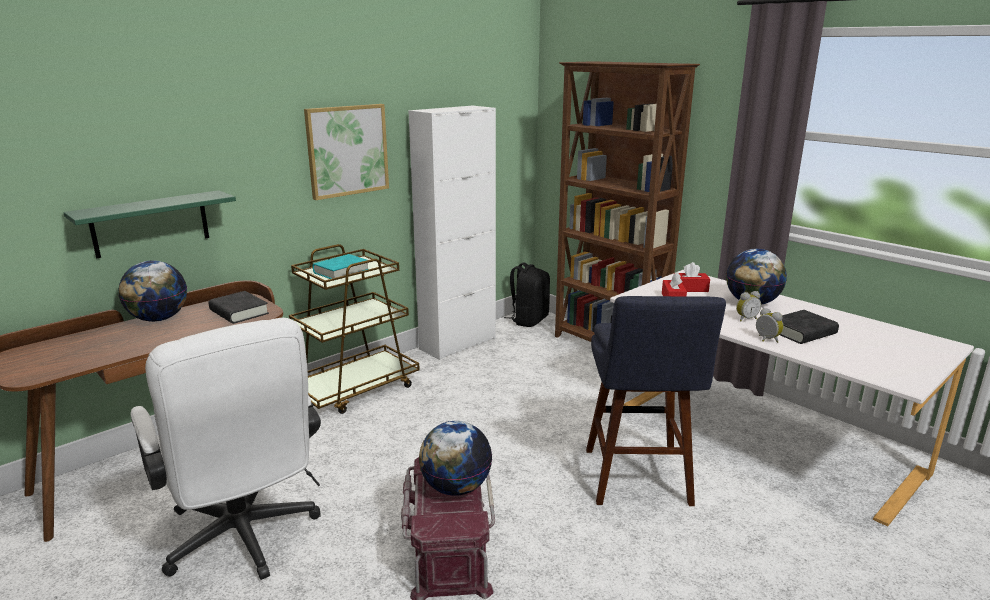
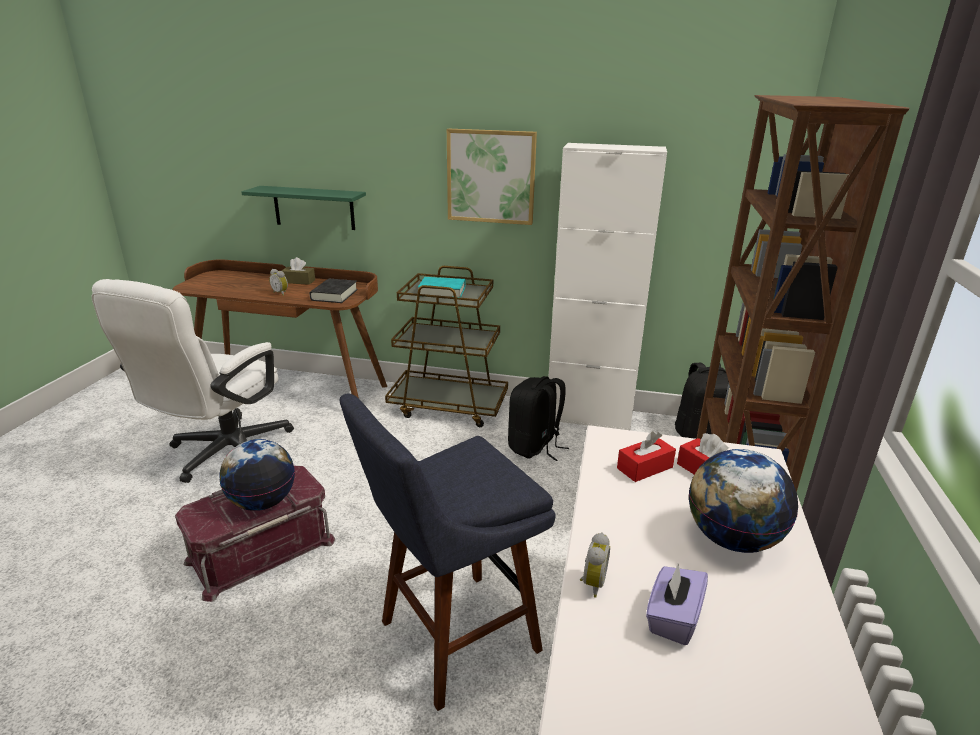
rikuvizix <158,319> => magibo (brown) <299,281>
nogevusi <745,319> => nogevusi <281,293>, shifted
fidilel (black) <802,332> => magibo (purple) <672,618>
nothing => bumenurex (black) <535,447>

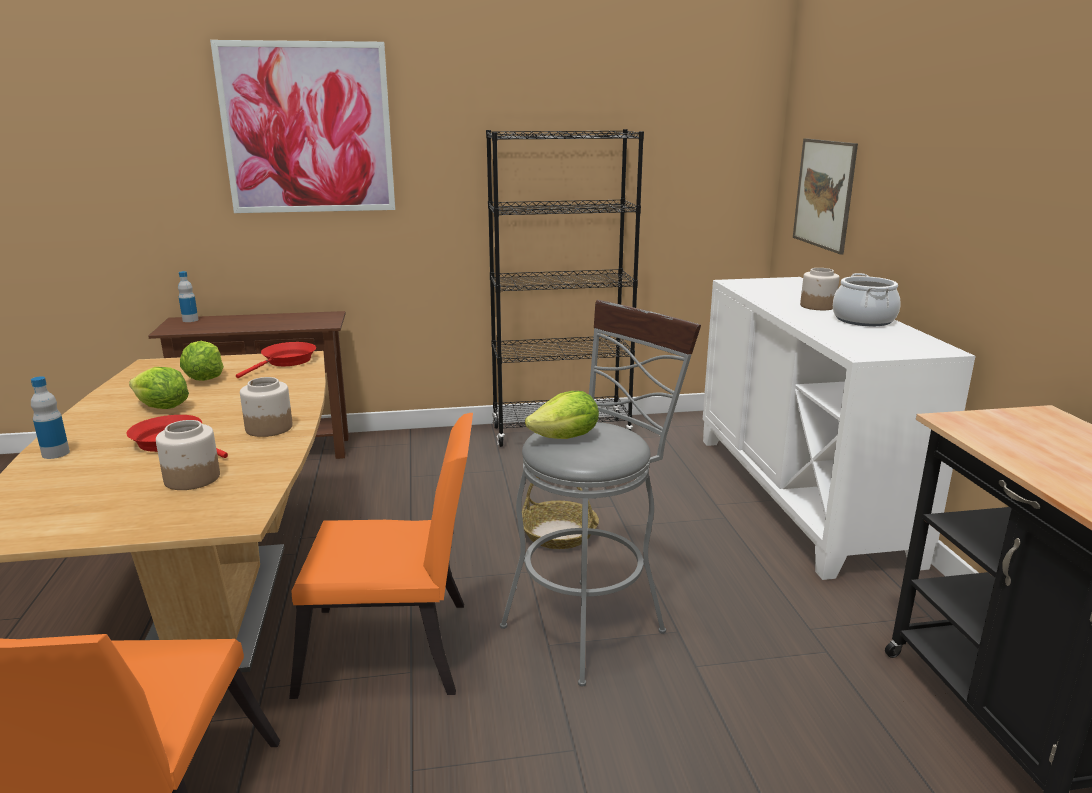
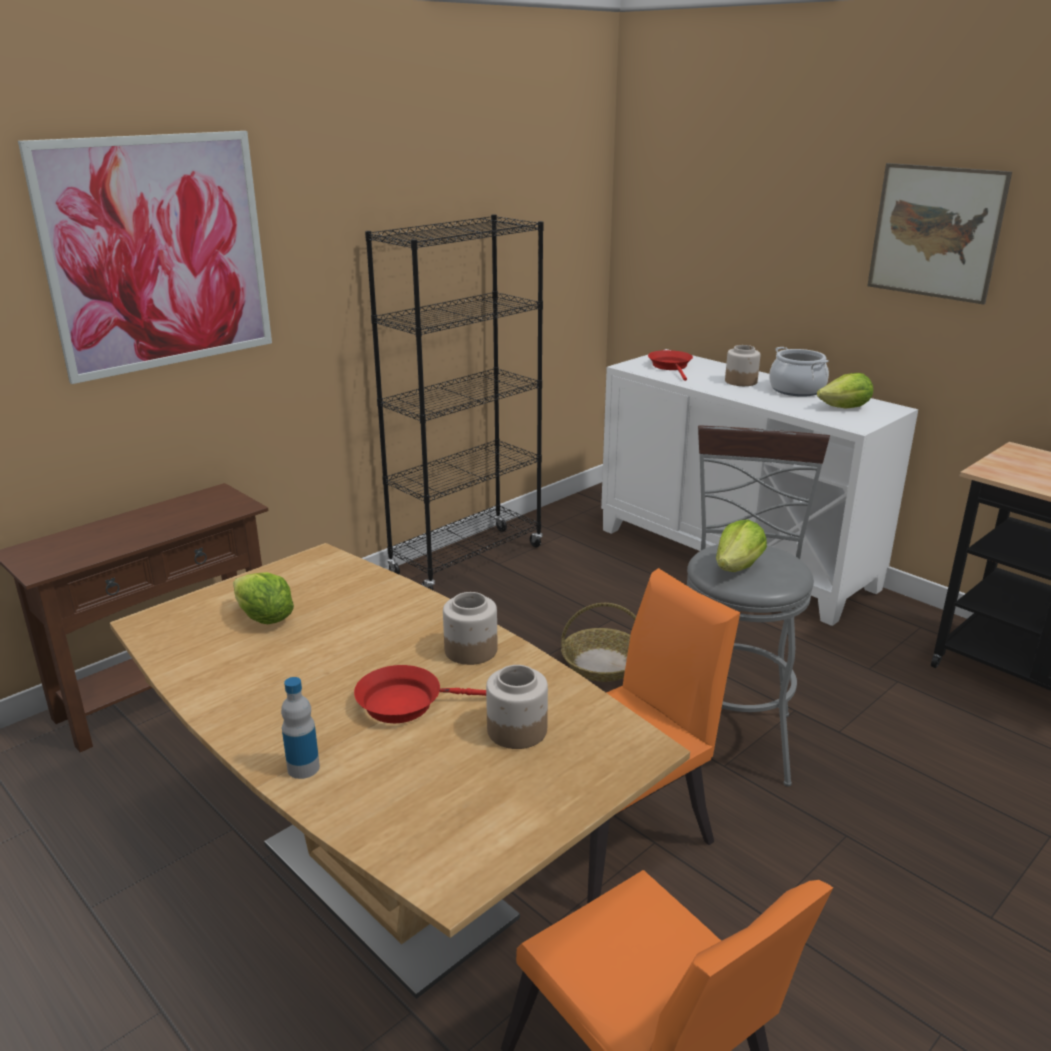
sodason <824,194> => sodason <935,232>, shifted
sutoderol <190,320> => nothing
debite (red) <286,362> => debite (red) <671,367>, shifted
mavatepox <162,408> => mavatepox <845,408>, shifted

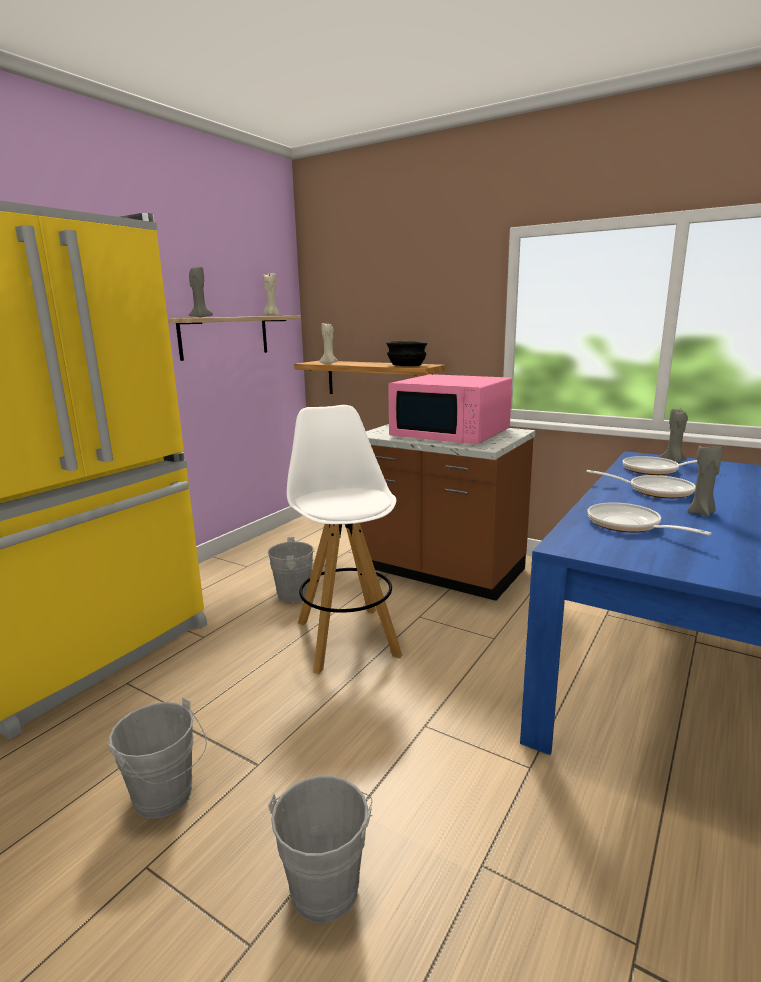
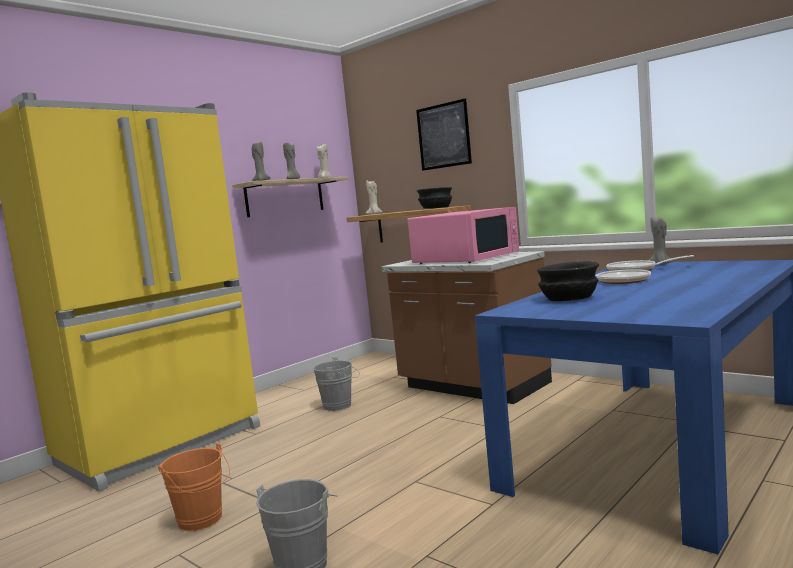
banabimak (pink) <451,434> => banabimak (pink) <467,258>, 90 degrees counterclockwise
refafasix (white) <347,637> => nothing
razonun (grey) <701,513> => razonun (grey) <293,179>, shifted
debite <628,525> => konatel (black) <569,299>
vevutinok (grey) <167,799> => vevutinok (orange) <202,521>
nothing => sodason <443,136>

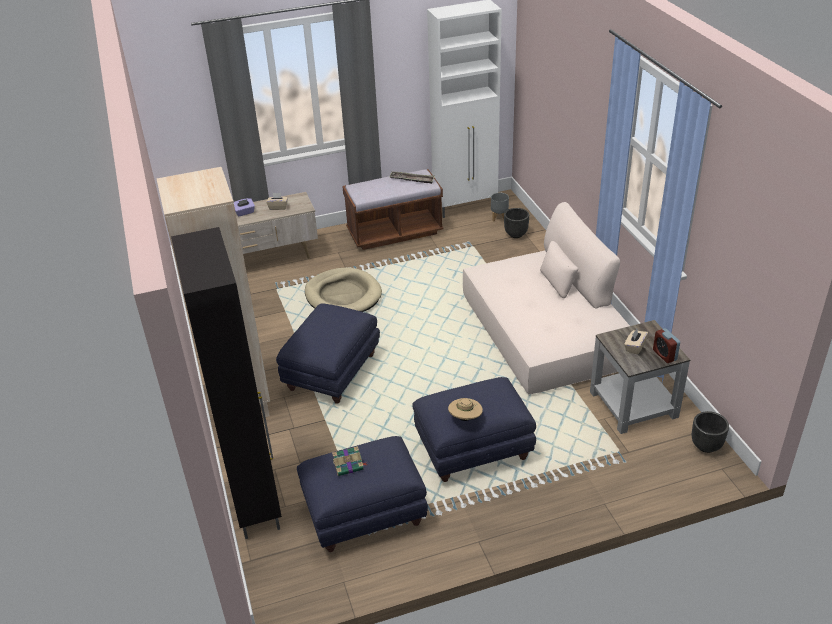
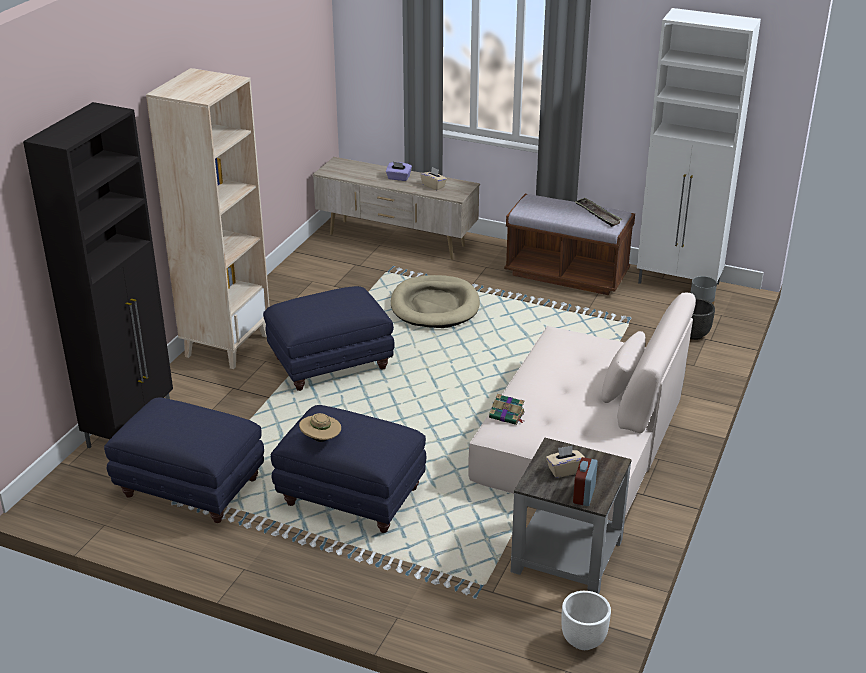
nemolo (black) <706,446> => nemolo (white) <584,641>
fidilel <349,465> => fidilel <507,415>, shifted

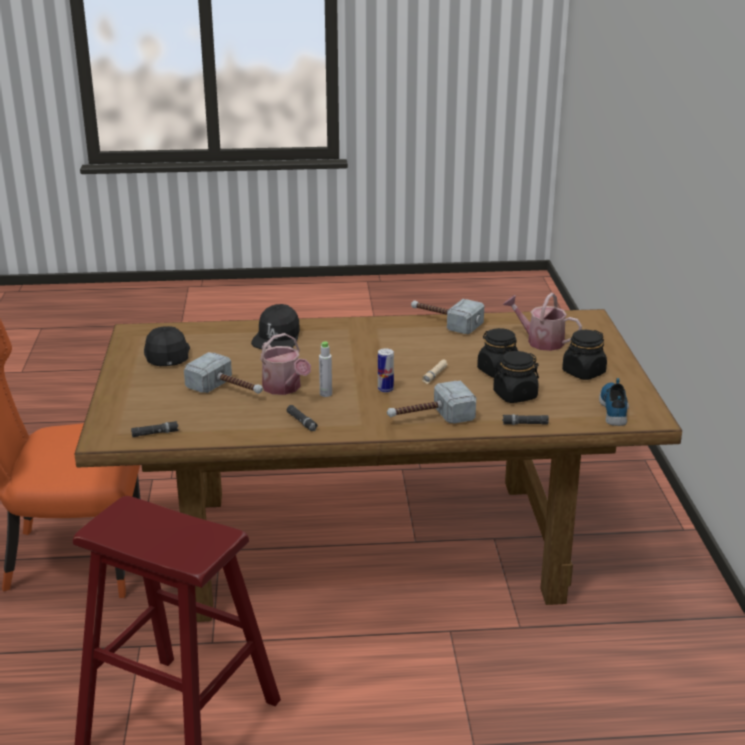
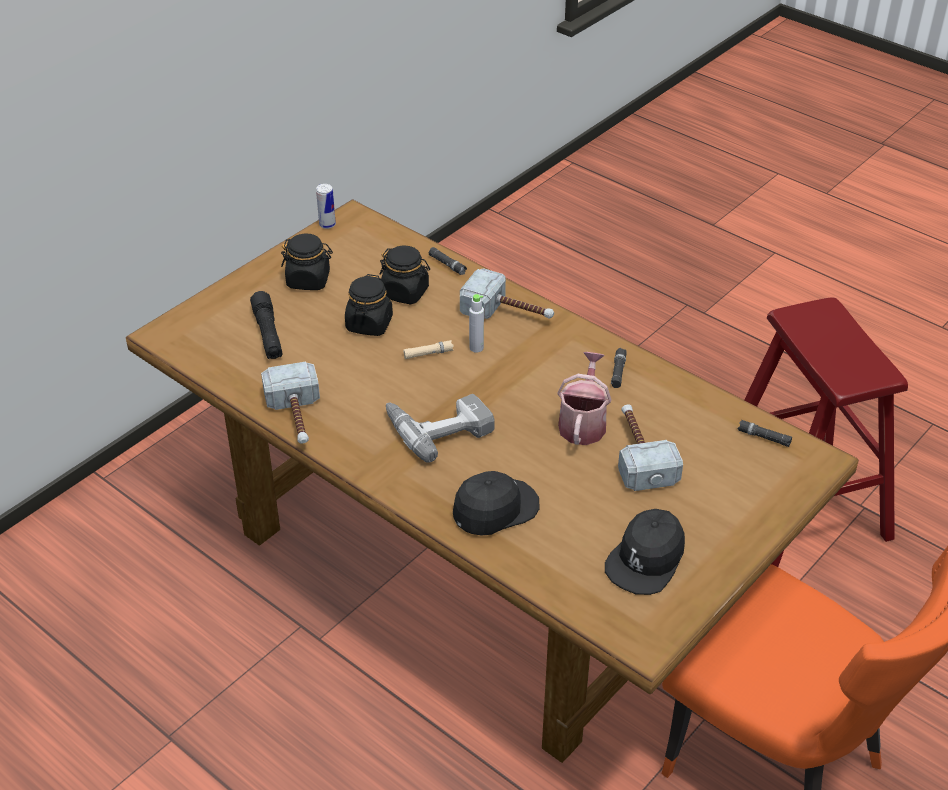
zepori <540,341> => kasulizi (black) <268,334>
sutoderol (grey) <326,394> => sutoderol (grey) <476,348>, shifted
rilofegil <385,389> => rilofegil <327,225>, shifted
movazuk <614,408> => nothing
nothing => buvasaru <438,427>

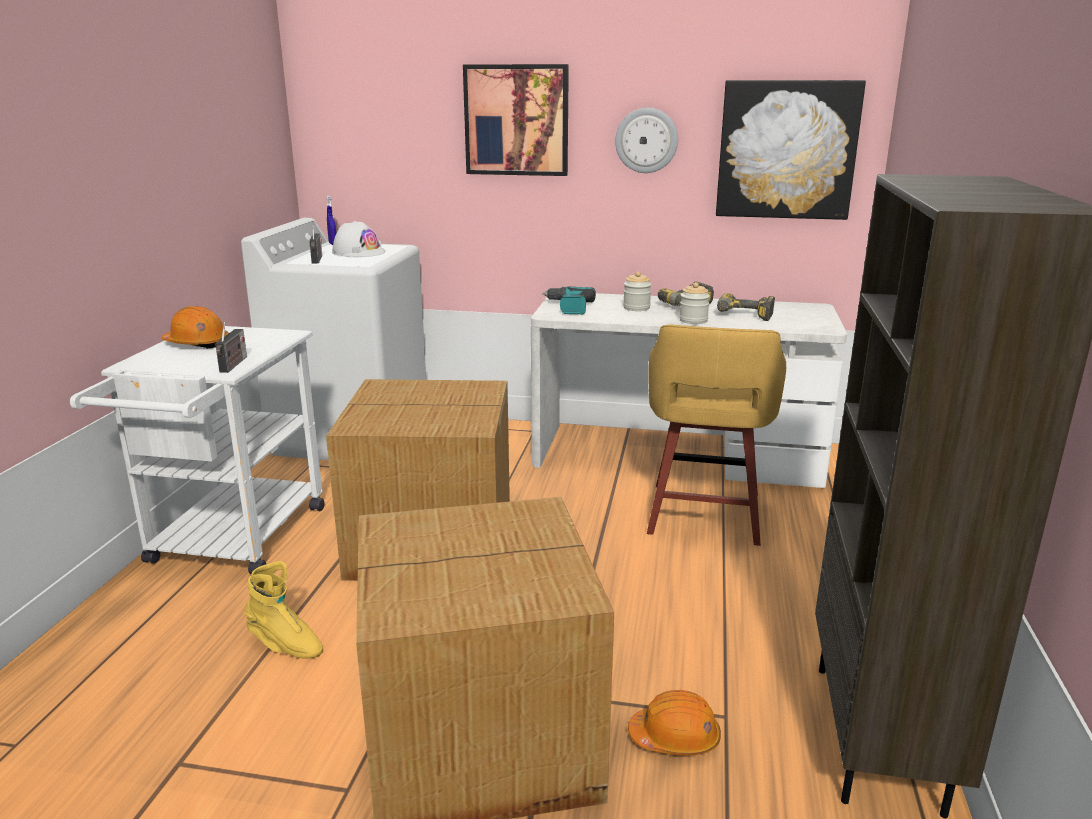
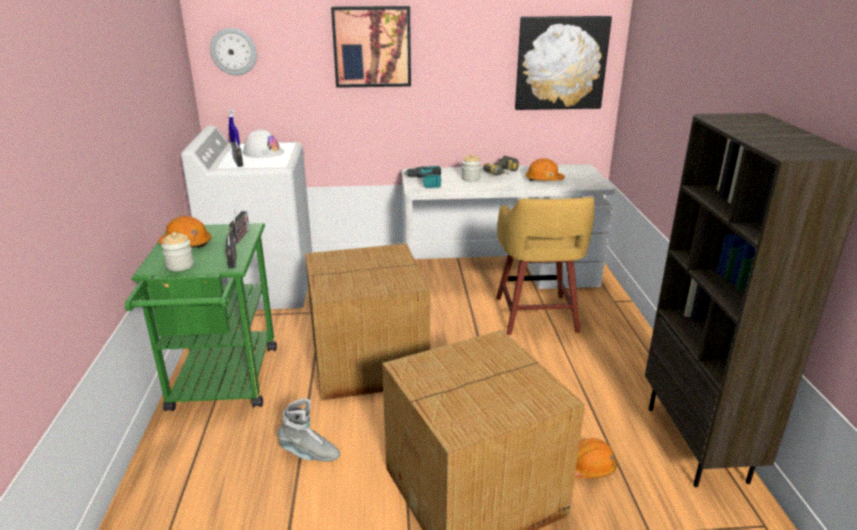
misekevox <646,140> => misekevox <234,51>, shifted
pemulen <693,320> => pemulen <180,265>, shifted
buvasaru <742,316> => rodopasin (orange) <543,180>
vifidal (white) <231,542> => vifidal (green) <222,385>
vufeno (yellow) <285,645> => vufeno (grey) <309,454>
nothing => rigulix <240,237>

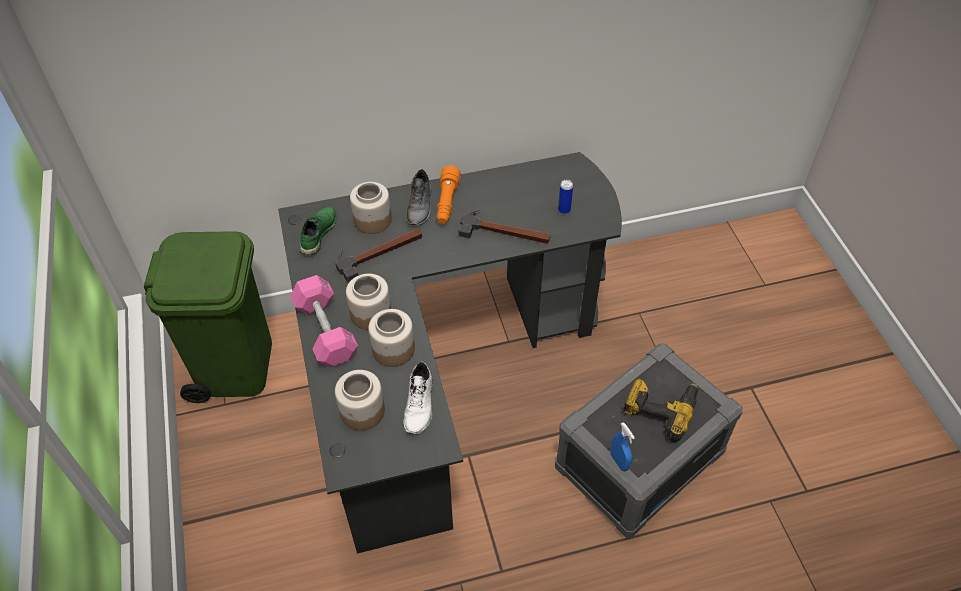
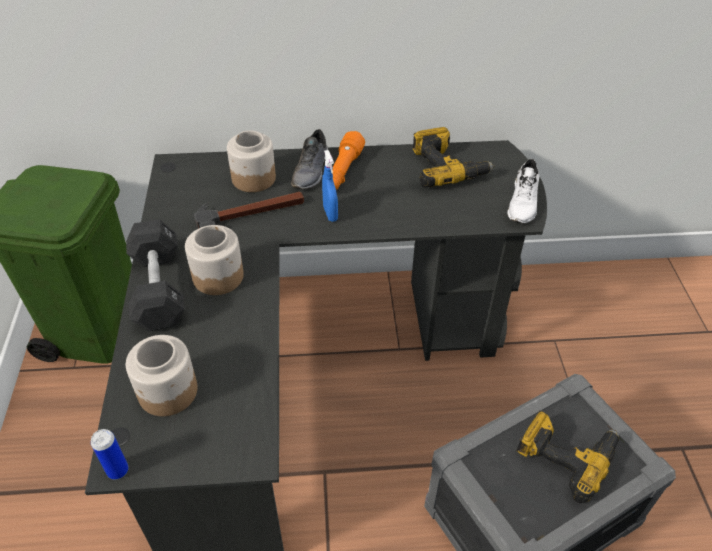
rilofegil <564,210> => rilofegil <117,470>, shifted
movazuk (green) <318,234> => nothing
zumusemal <505,232> => nothing
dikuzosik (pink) <325,331> => dikuzosik (black) <158,288>
pemulen <393,350> => nothing
movazuk (white) <420,405> => movazuk (white) <523,203>, shifted
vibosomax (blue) <619,461> => vibosomax (blue) <330,214>, shifted
nothing => buvasaru <446,167>

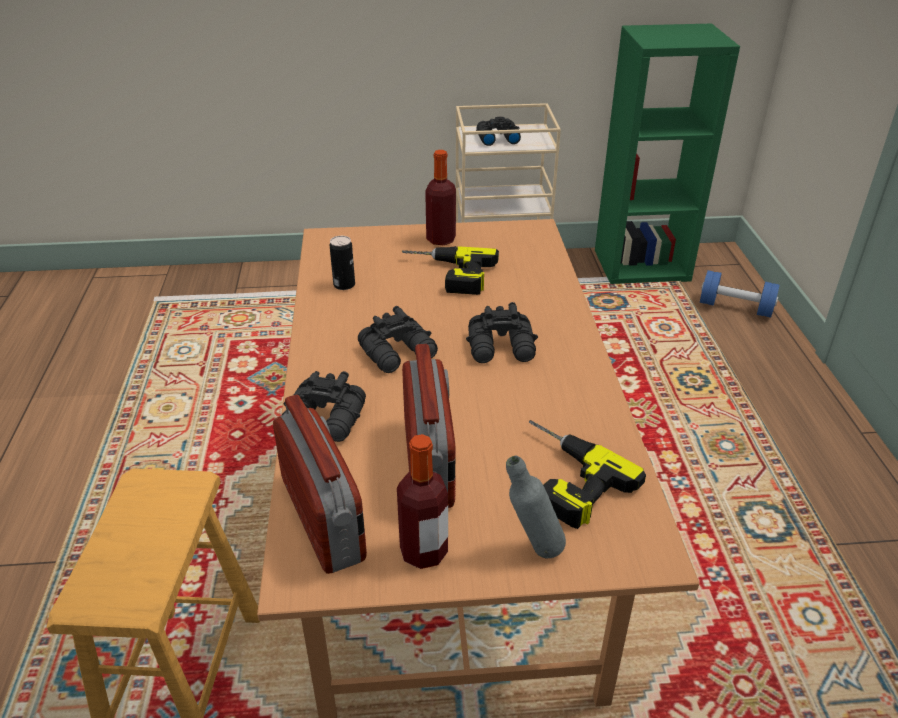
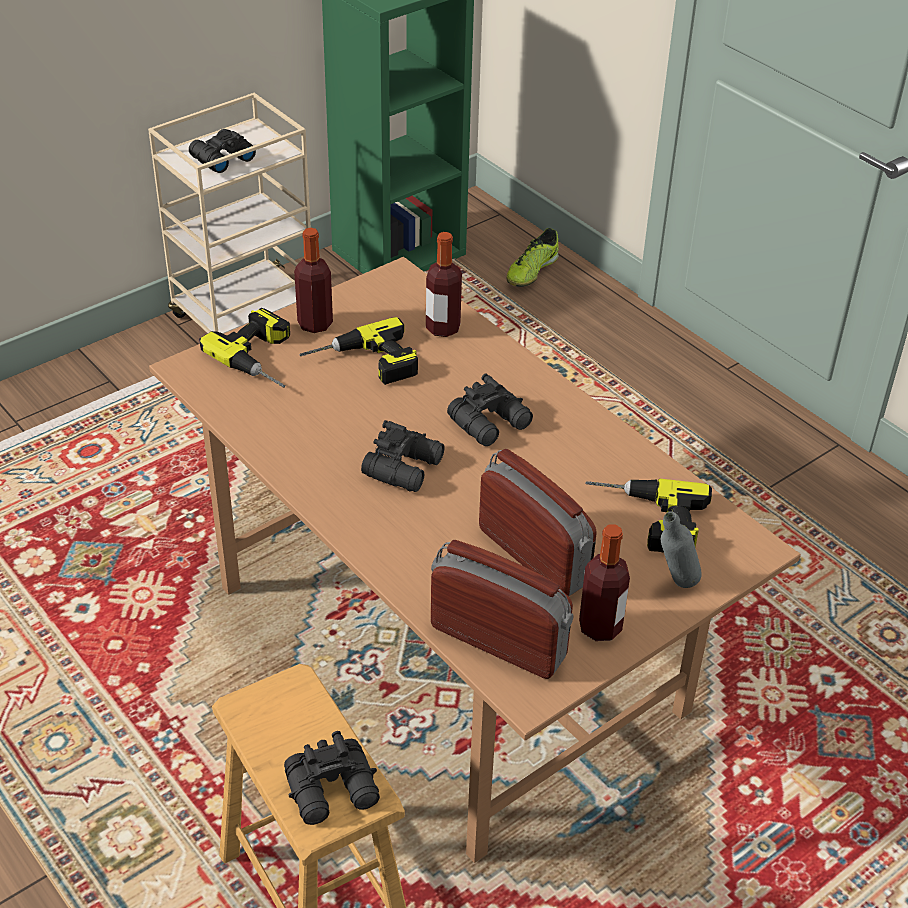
rilofegil <344,285> => nothing
dikuzosik (blue) <735,307> => movazuk <531,271>
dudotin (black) <325,420> => dudotin (black) <334,791>, shifted
nothing => sutoderol <443,328>
nothing => buvasaru <265,358>

